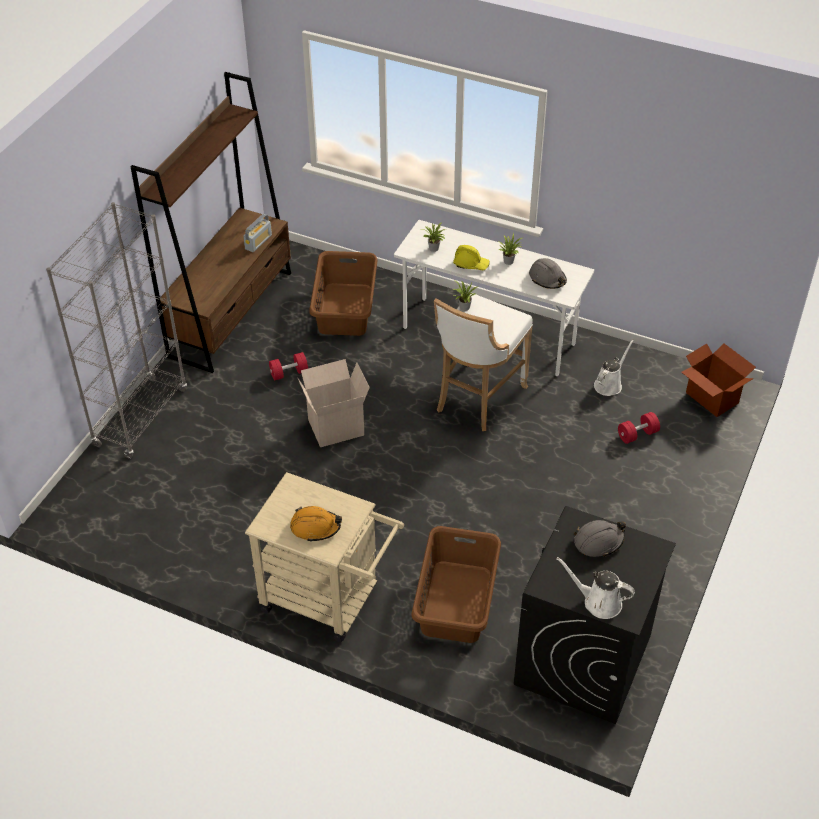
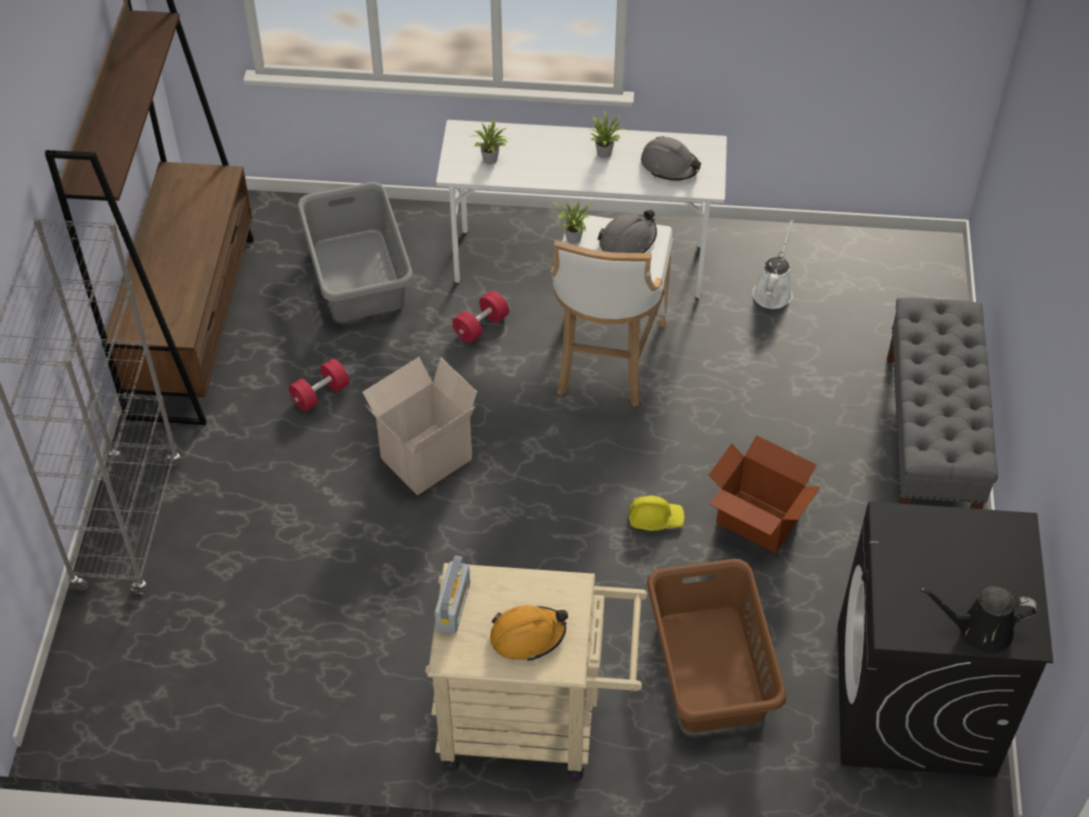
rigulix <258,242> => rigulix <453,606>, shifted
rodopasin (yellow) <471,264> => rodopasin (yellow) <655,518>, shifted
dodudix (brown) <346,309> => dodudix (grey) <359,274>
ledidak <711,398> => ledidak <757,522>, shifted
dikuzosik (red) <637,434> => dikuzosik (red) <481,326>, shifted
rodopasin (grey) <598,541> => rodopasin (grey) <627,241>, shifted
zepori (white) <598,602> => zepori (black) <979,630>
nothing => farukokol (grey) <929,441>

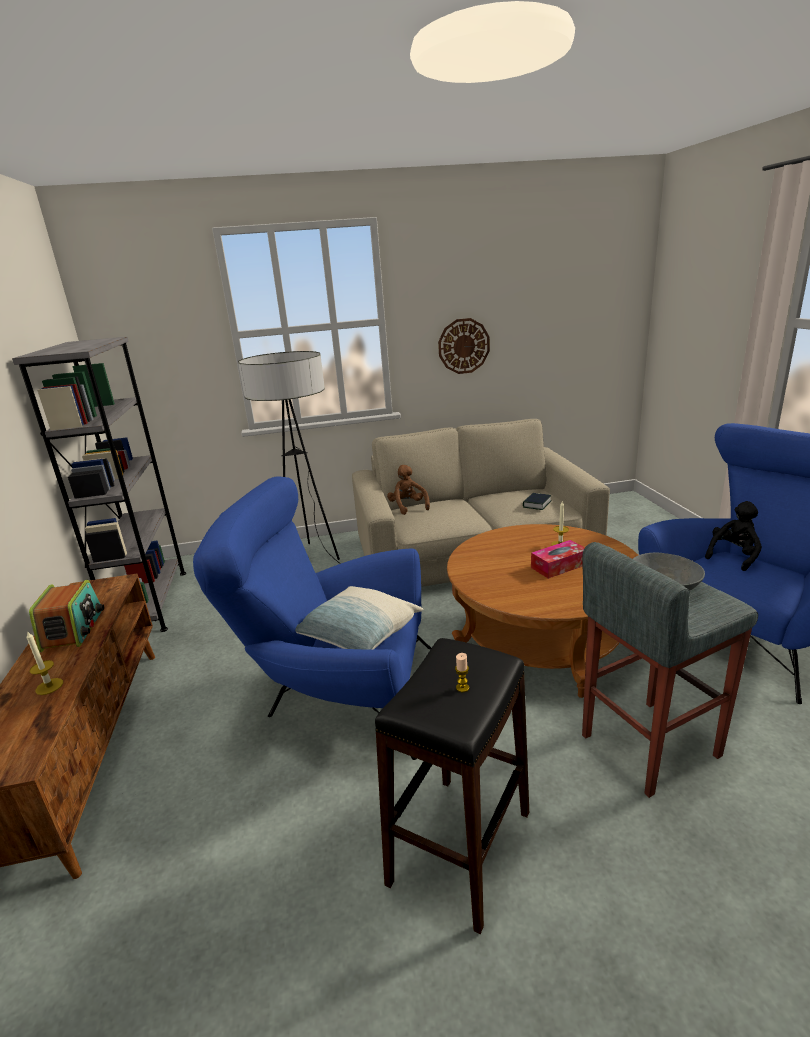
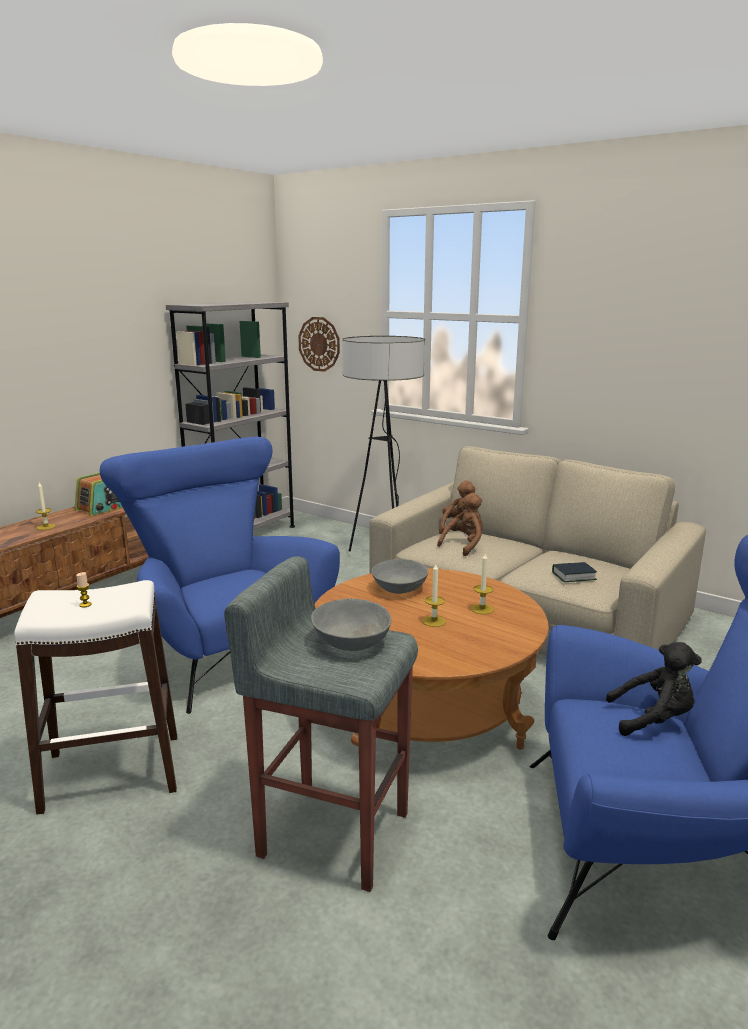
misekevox <463,346> => misekevox <319,344>, shifted
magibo <559,566> => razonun <434,621>
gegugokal <359,635> => nothing
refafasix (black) <460,846> => refafasix (white) <113,772>
nothing => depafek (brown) <464,545>
nothing => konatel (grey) <399,589>

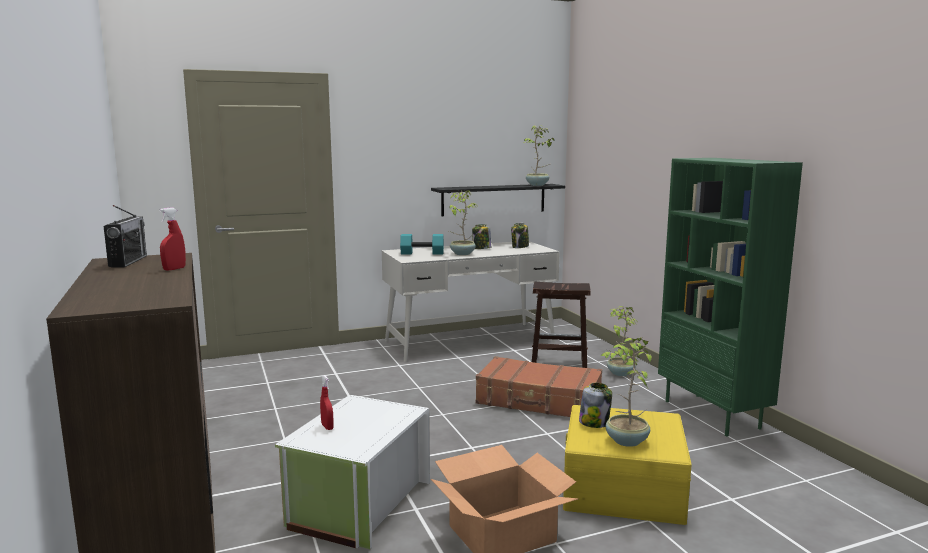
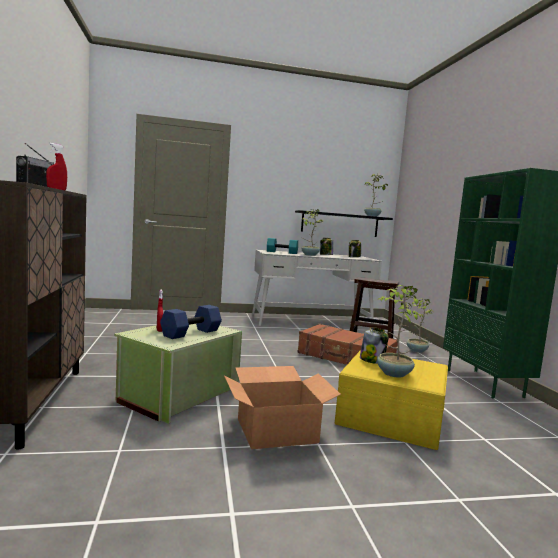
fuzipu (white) <358,503> => fuzipu (green) <177,395>
nothing => dikuzosik (blue) <191,333>

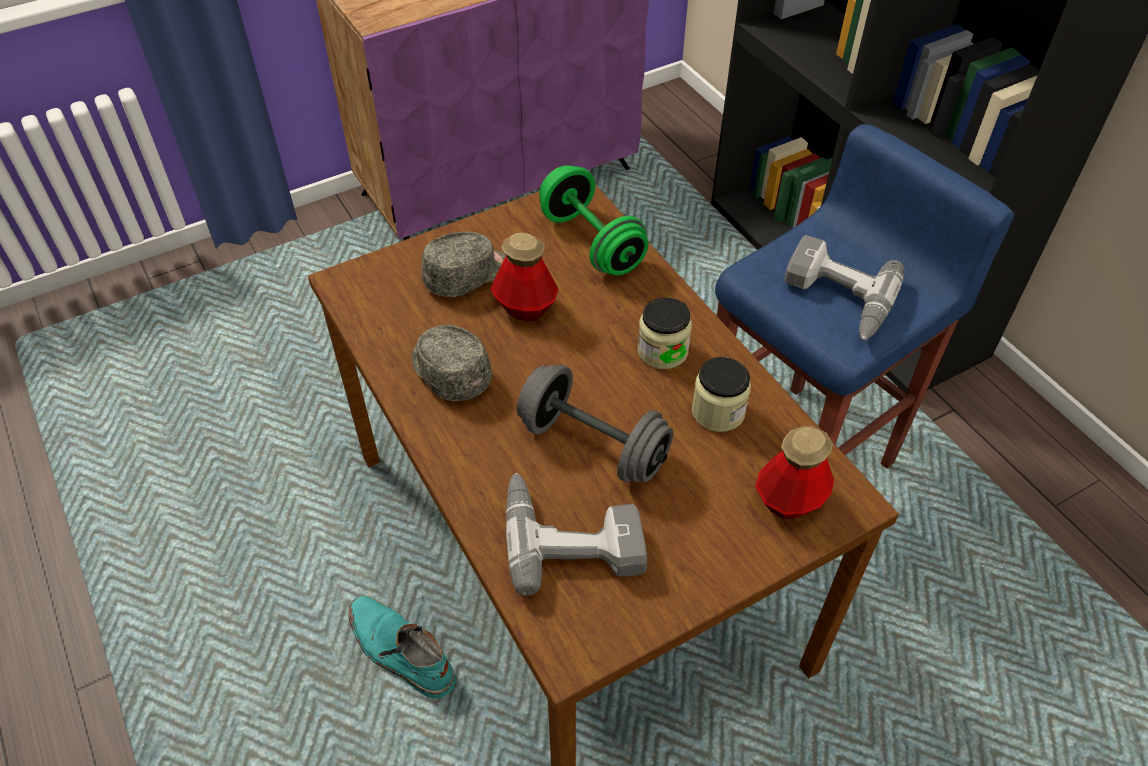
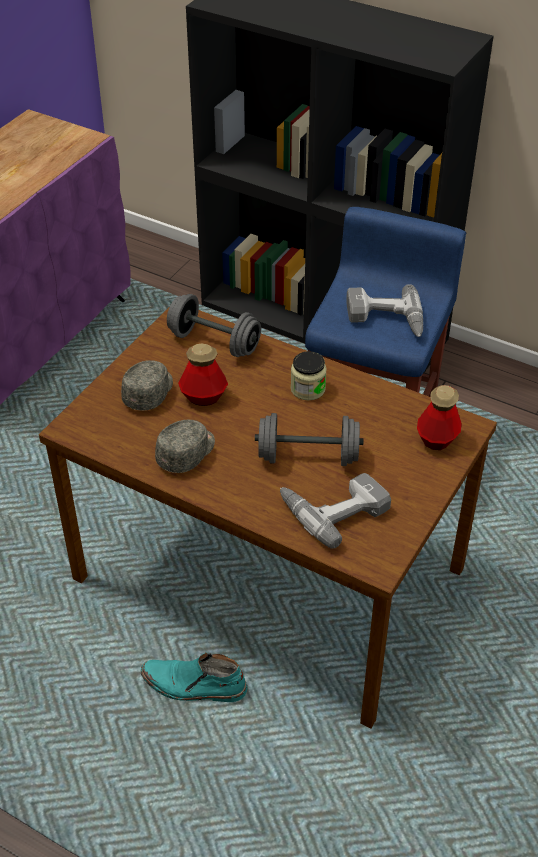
dikuzosik (green) <592,243> => dikuzosik (grey) <214,342>
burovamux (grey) <449,371> => burovamux (grey) <187,453>, 105 degrees clockwise
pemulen <718,412> => nothing

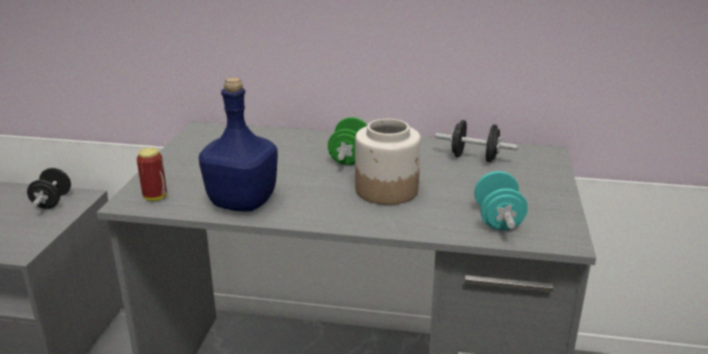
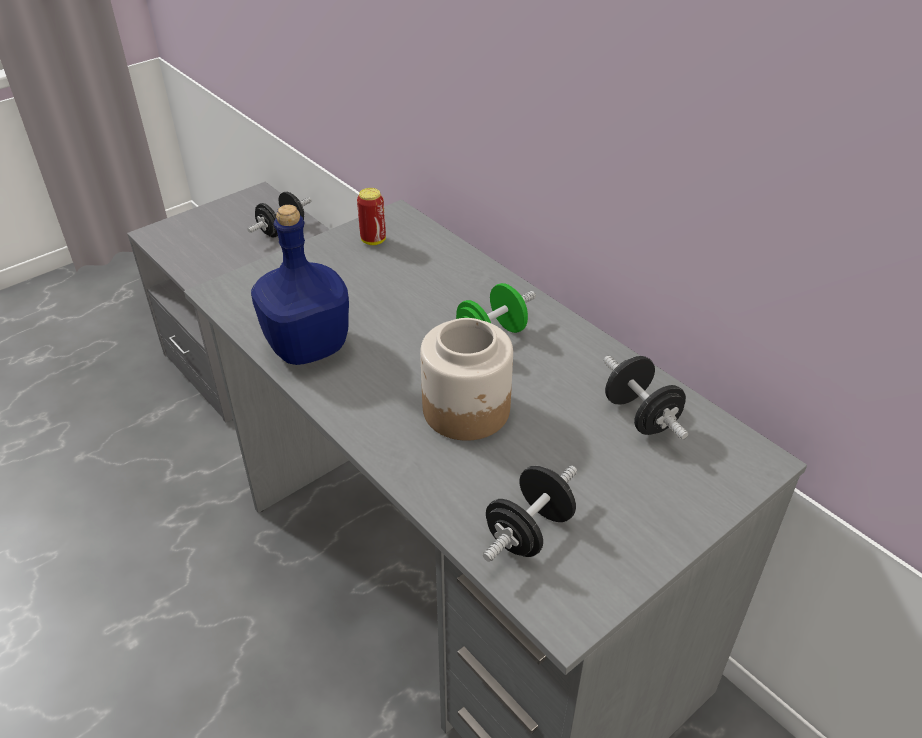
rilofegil <155,197> => rilofegil <373,240>, shifted
dikuzosik (turquoise) <498,220> => dikuzosik (black) <529,531>

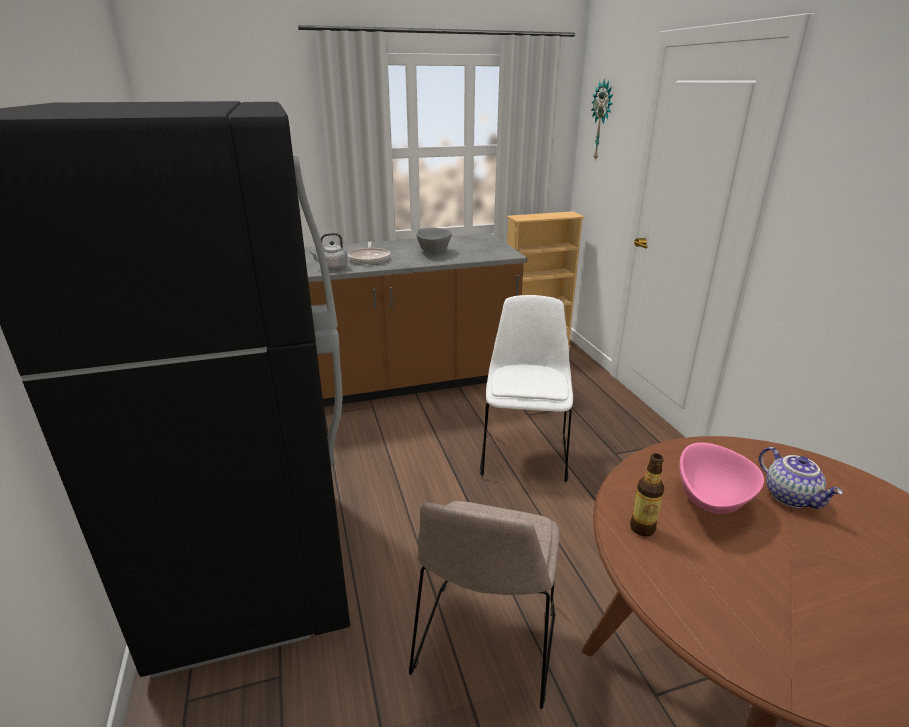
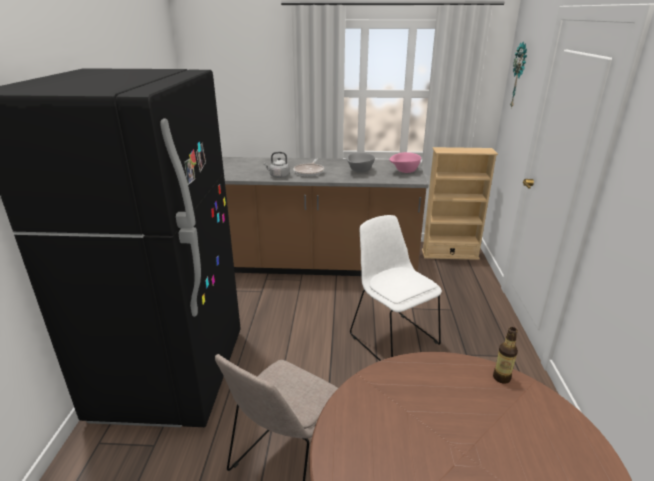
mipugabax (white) <524,453> => mipugabax (white) <392,337>, 60 degrees counterclockwise
konatel (pink) <709,505> => konatel (pink) <403,171>, shifted
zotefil <791,497> => nothing
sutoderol <642,528> => sutoderol <501,378>, shifted

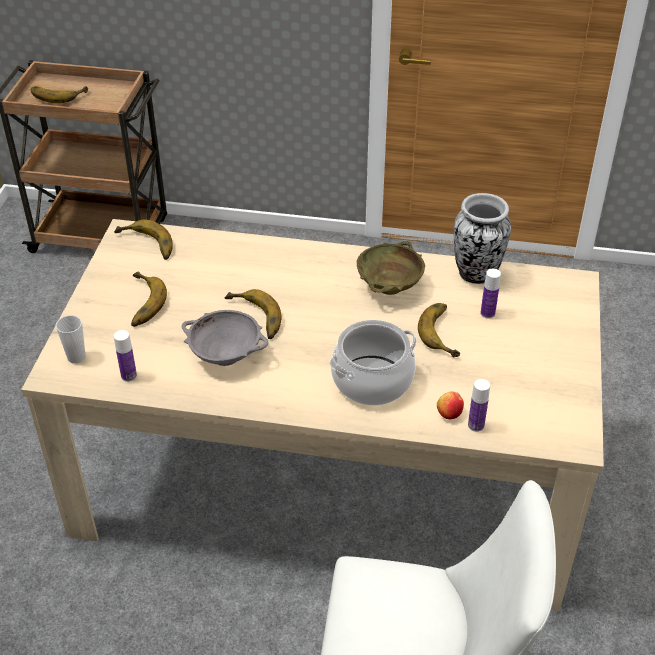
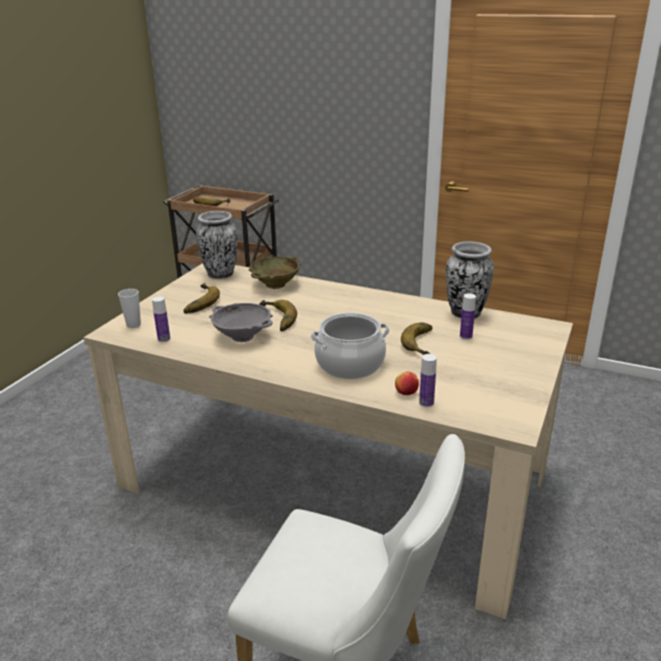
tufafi <145,246> => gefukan <220,274>
konatel (beige) <389,286> => konatel (beige) <275,284>, shifted

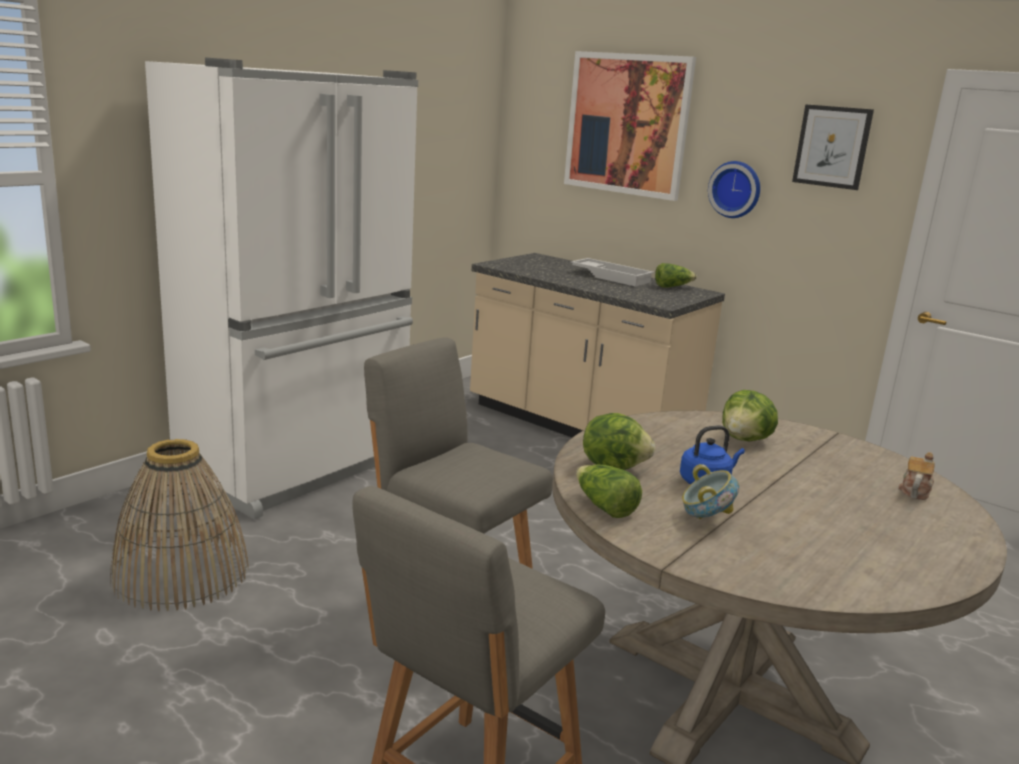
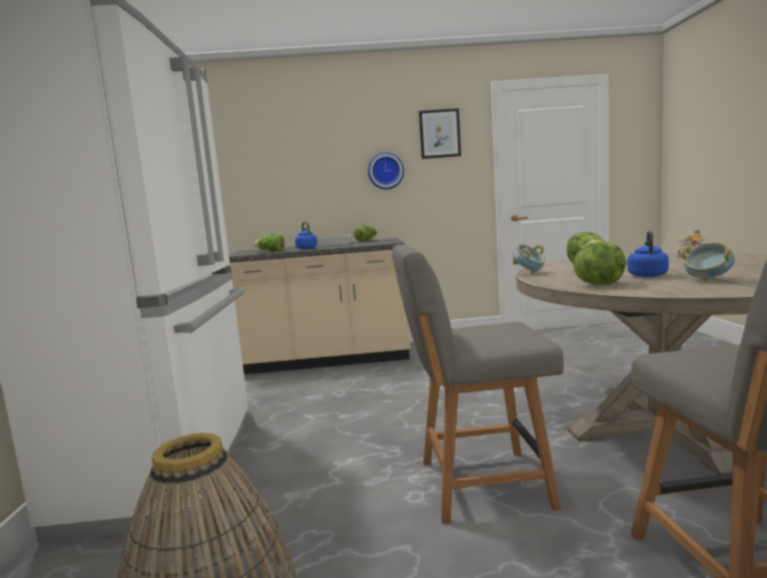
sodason <627,124> => nothing
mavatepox <604,507> => mavatepox <270,252>, shifted
nothing => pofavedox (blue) <306,248>
nothing => konatel <529,273>

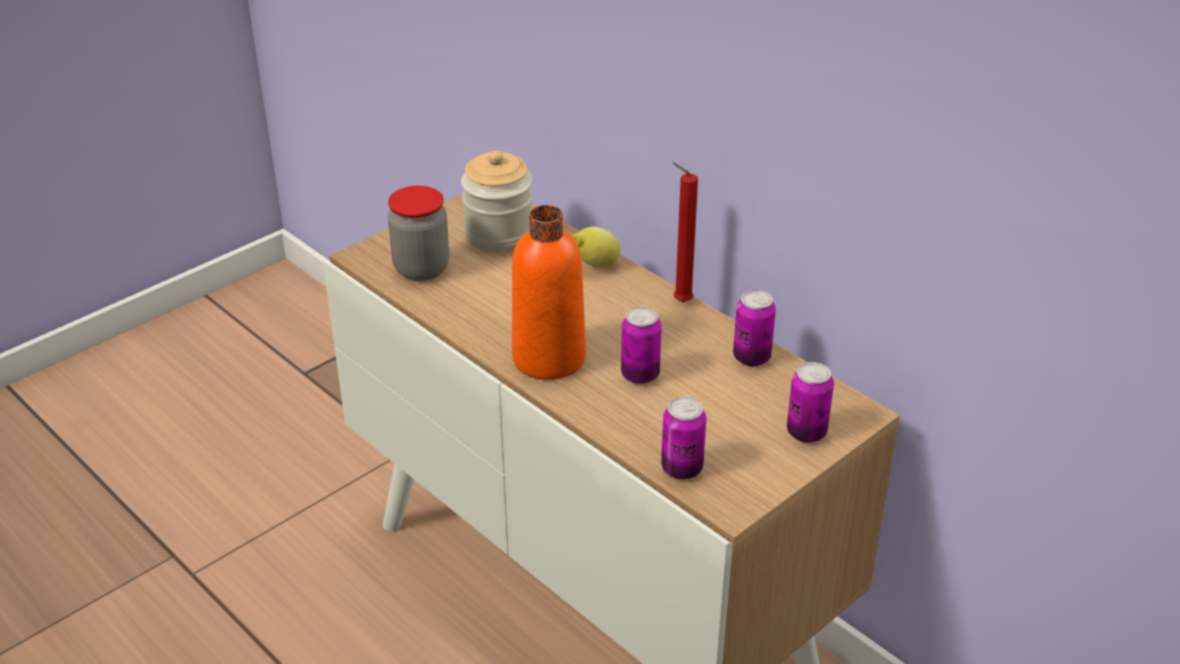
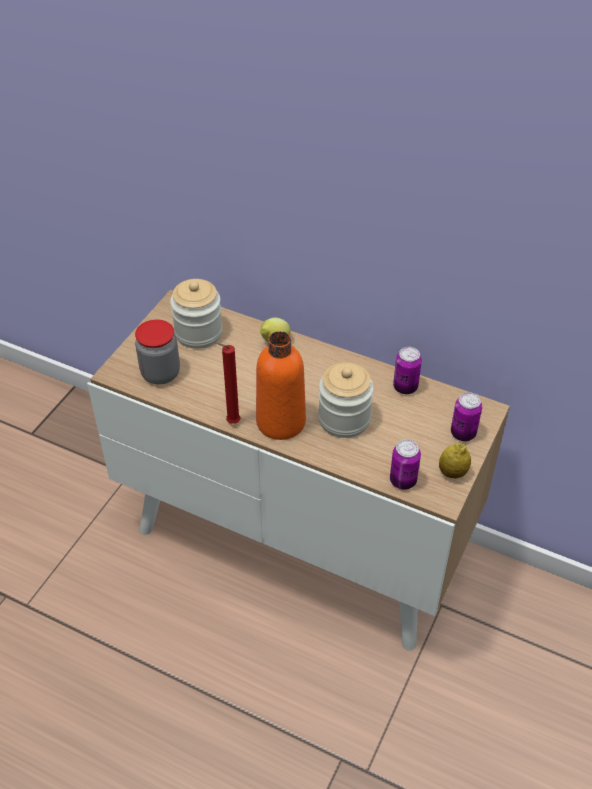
razonun (red) <679,302> => razonun (red) <231,422>, shifted
rilofegil <640,375> => pemulen <344,419>
nothing => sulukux <452,472>

